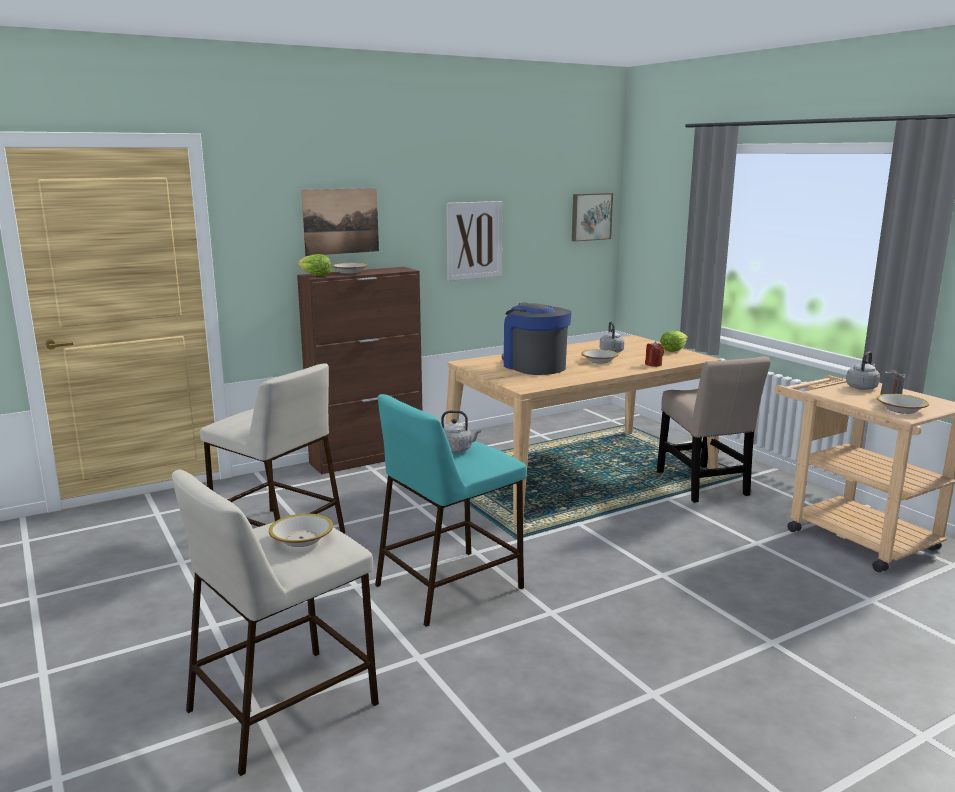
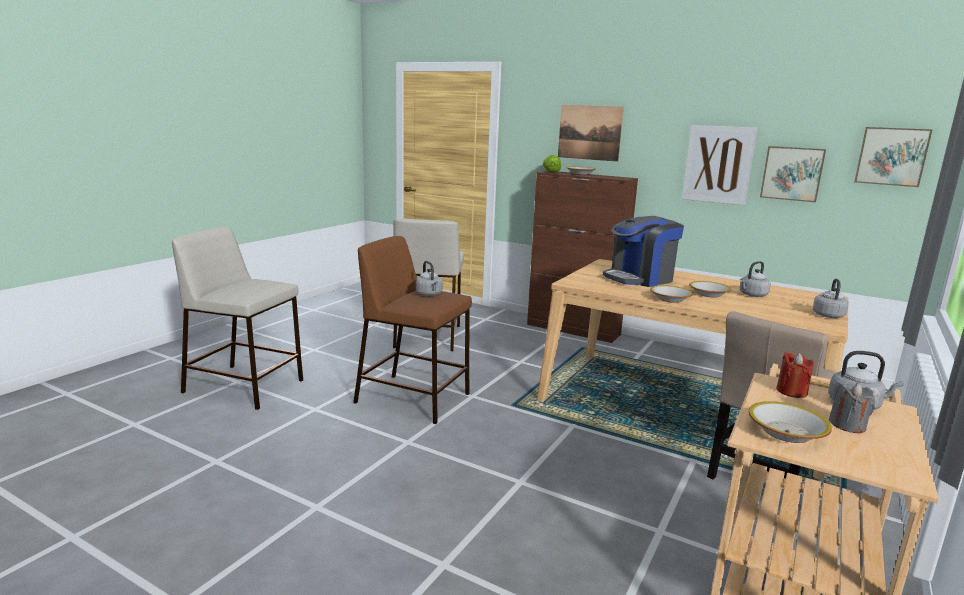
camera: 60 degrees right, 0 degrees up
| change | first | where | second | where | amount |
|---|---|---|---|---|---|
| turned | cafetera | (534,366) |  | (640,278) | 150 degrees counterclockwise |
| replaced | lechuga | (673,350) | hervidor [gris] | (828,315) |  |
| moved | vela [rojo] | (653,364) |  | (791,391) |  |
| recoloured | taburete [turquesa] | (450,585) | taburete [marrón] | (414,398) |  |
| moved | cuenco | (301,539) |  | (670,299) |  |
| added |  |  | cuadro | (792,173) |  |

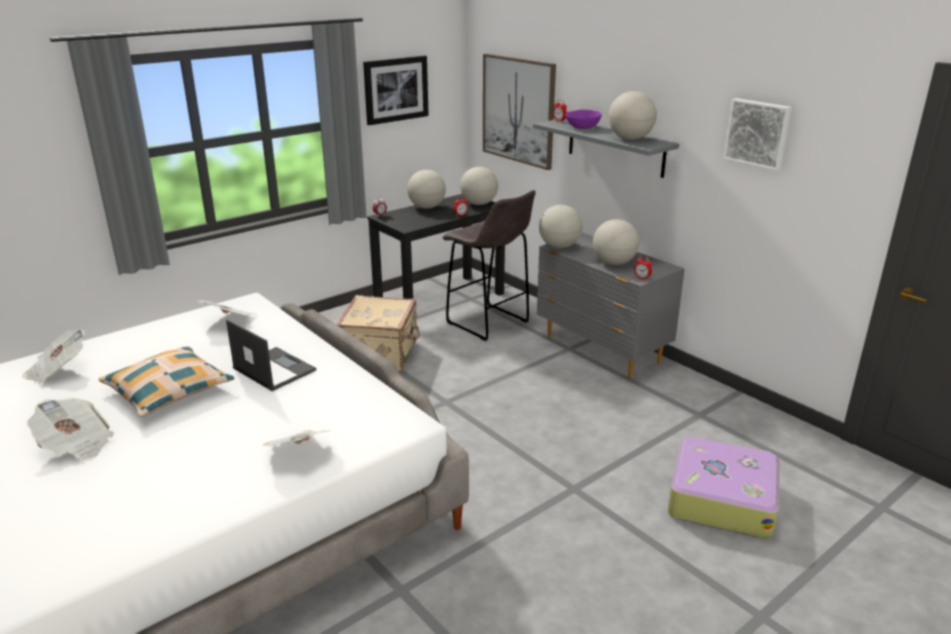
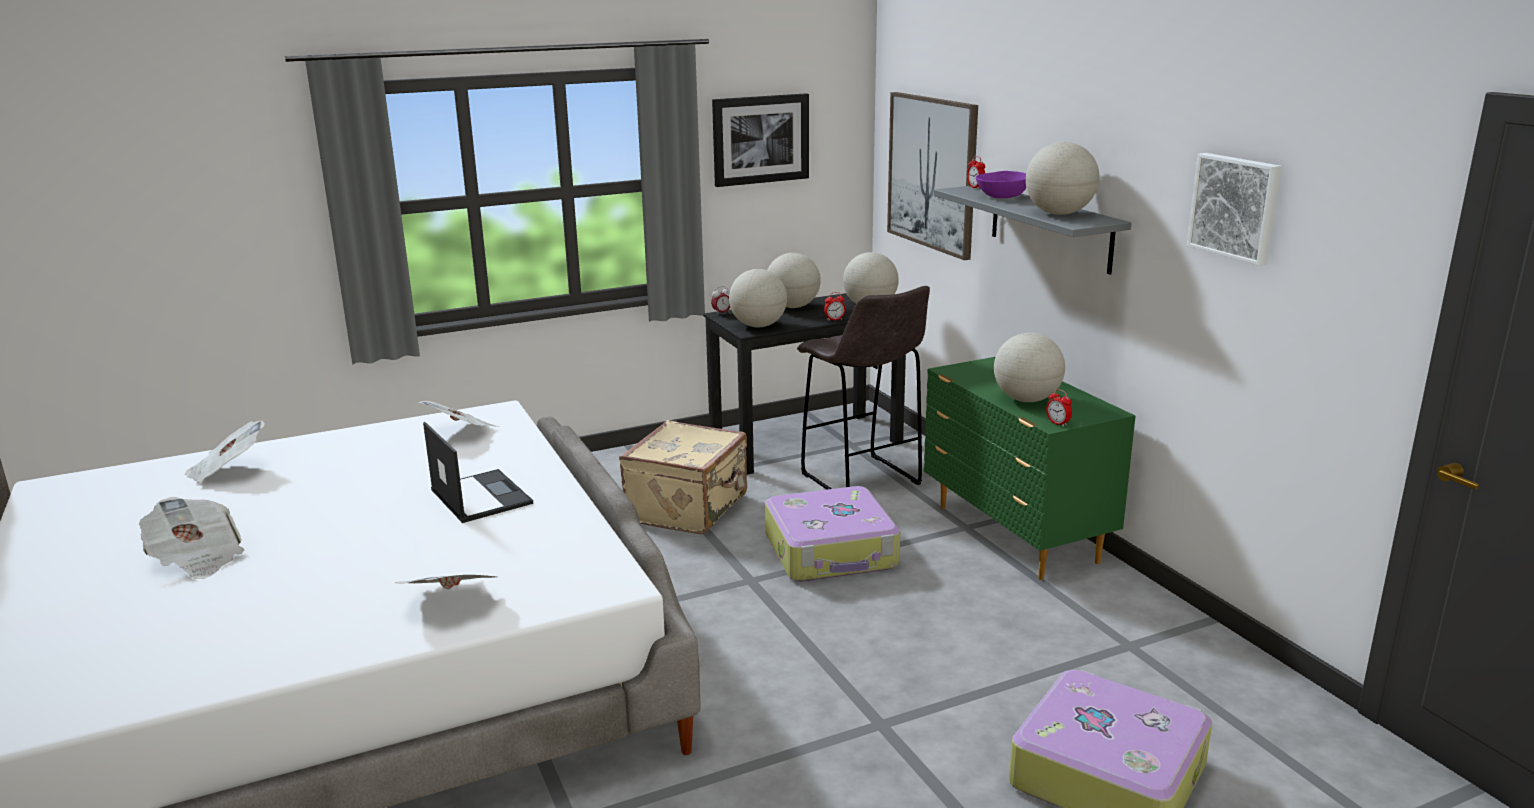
camera: 15 degrees right, 5 degrees down
| change | first | where | second | where | amount |
|---|---|---|---|---|---|
| moved | globo terráqueo | (559,246) |  | (758,326) |  |
| recoloured | cómoda [gris] | (602,351) | cómoda [verde] | (1015,535) |  |
| removed | cojín | (168,390) |  |  |  |
| added |  |  | maleta | (832,552) |  |

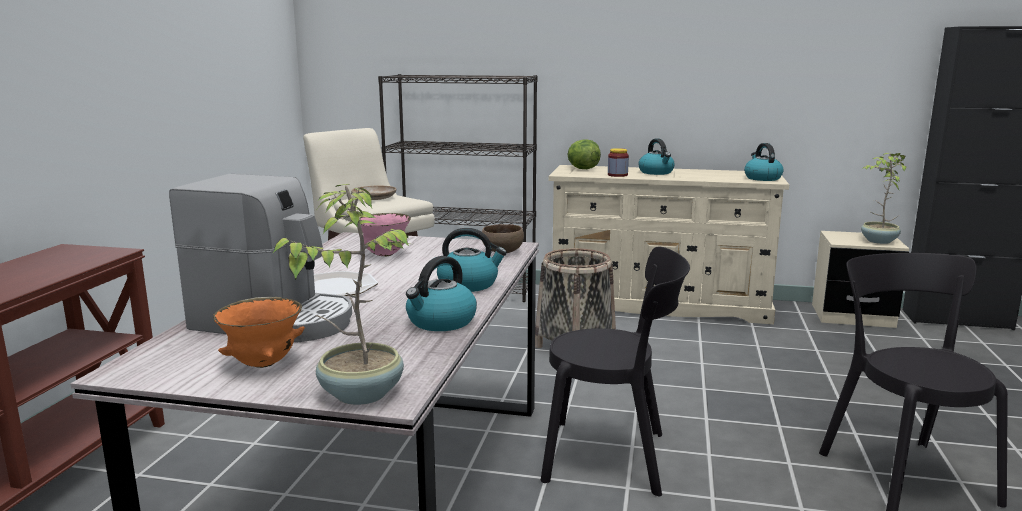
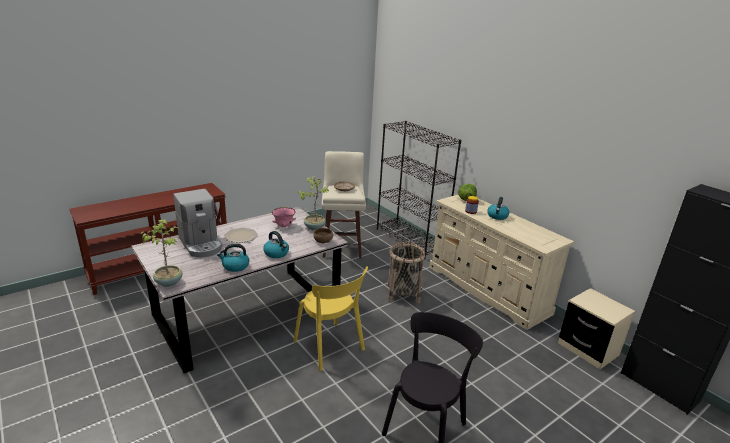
camera: 40 degrees right, 10 degrees up
| change | first | where | second | where | amount |
|---|---|---|---|---|---|
| removed | hervidor | (762,178) |  |  |  |
| moved | planta en maceta | (878,241) |  | (314,227) |  |
| recoloured | silla [negro] | (612,458) | silla [amarillo] | (330,347) |  |
| removed | cuenco [naranja] | (264,364) |  |  |  |

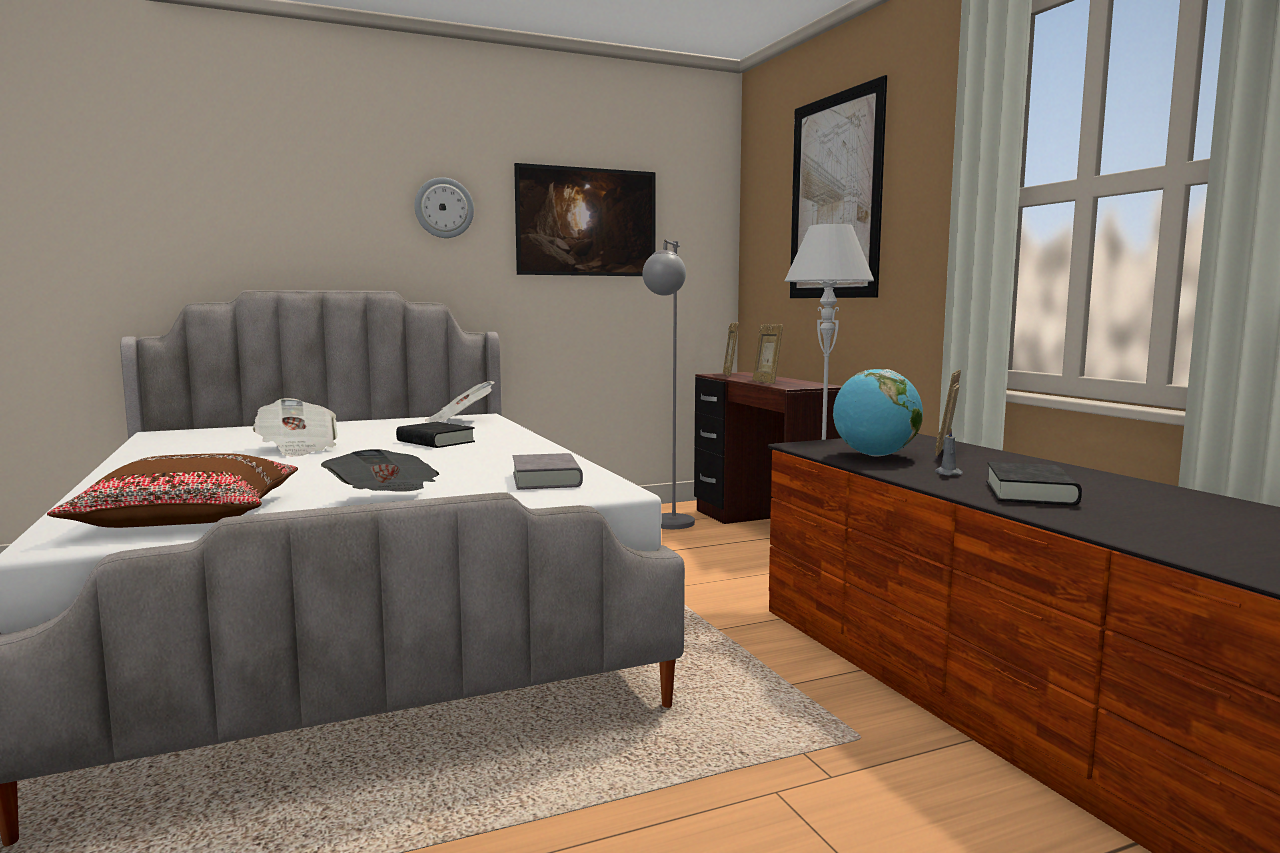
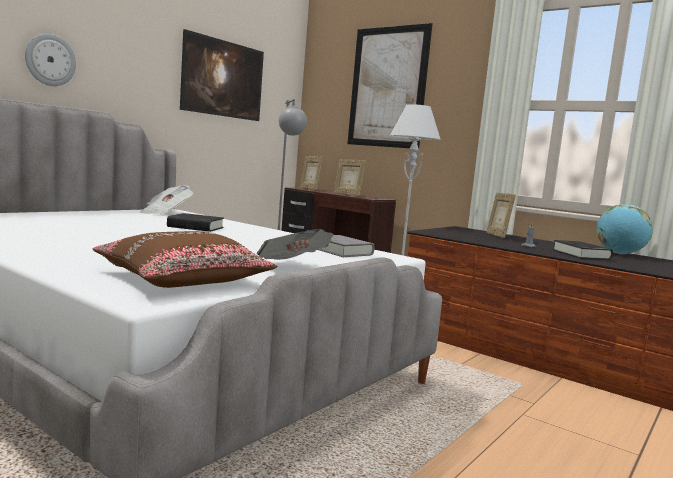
camera: 30 degrees left, 0 degrees up
| change | first | where | second | where | amount |
|---|---|---|---|---|---|
| moved | reloj de pared | (444,208) |  | (50,60) |  |
| moved | globo terráqueo | (875,455) |  | (620,253) |  |
| removed | periódico | (298,449) |  |  |  |

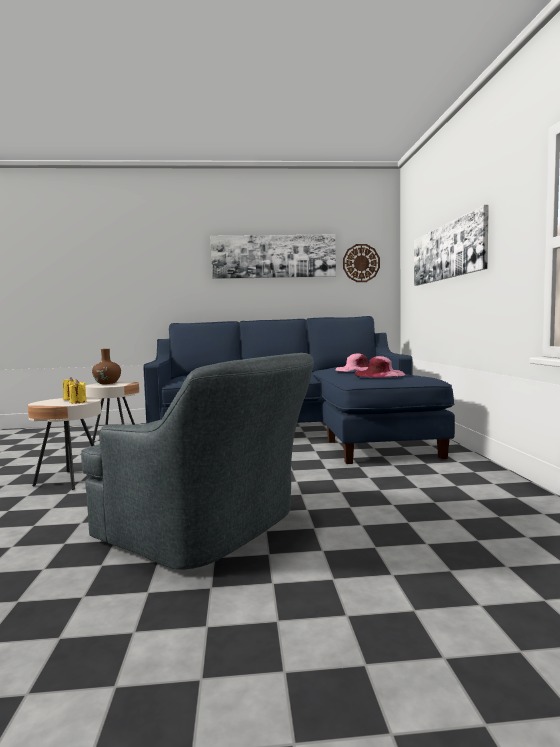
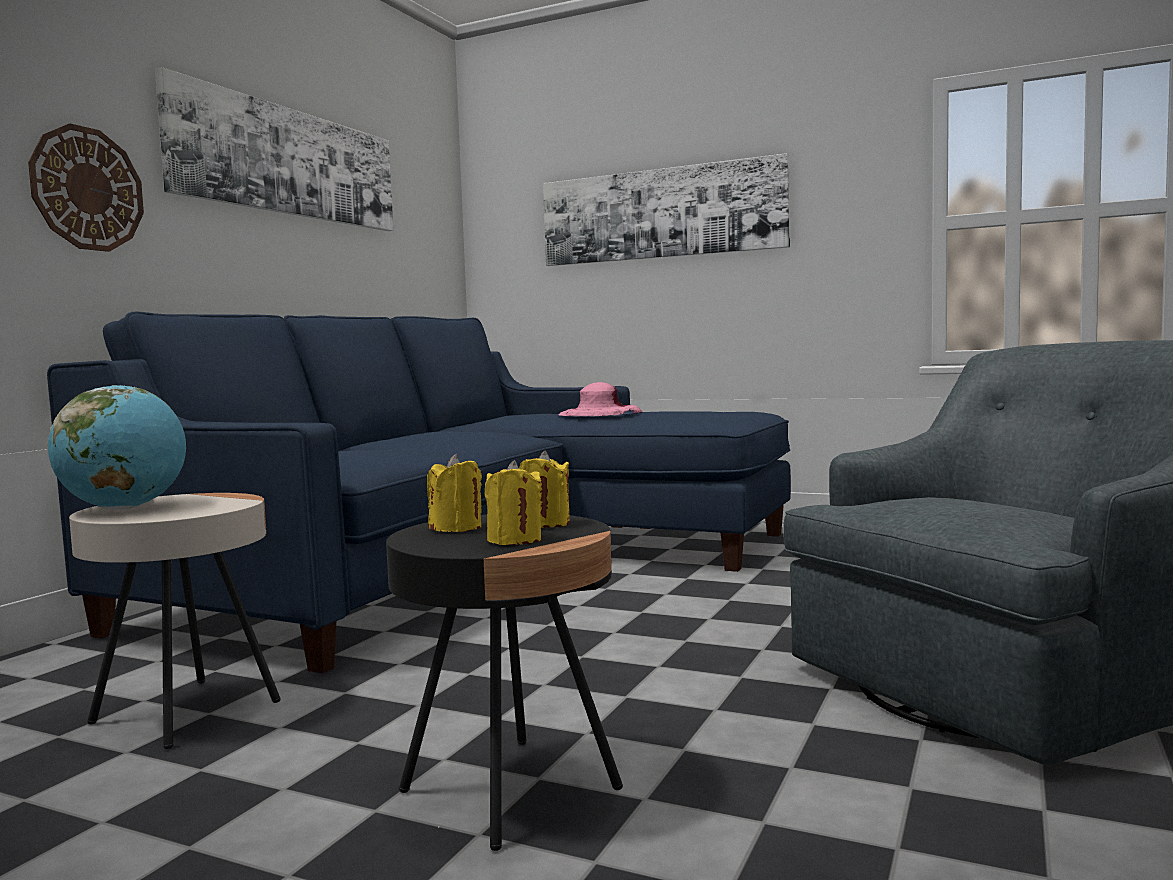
camera: 60 degrees left, 0 degrees up
| change | first | where | second | where | amount |
|---|---|---|---|---|---|
| moved | reloj de pared | (361,263) |  | (87,189) |  |
| replaced | florero [marrón] | (107,383) | globo terráqueo | (125,508) |  |
| removed | sombrero [rosa] | (379,374) |  |  |  |
| recoloured | mesa auxiliar [beis] | (70,480) | mesa auxiliar [negro] | (510,790) |  |
| added |  |  | vela [amarillo] | (514,540) |  |

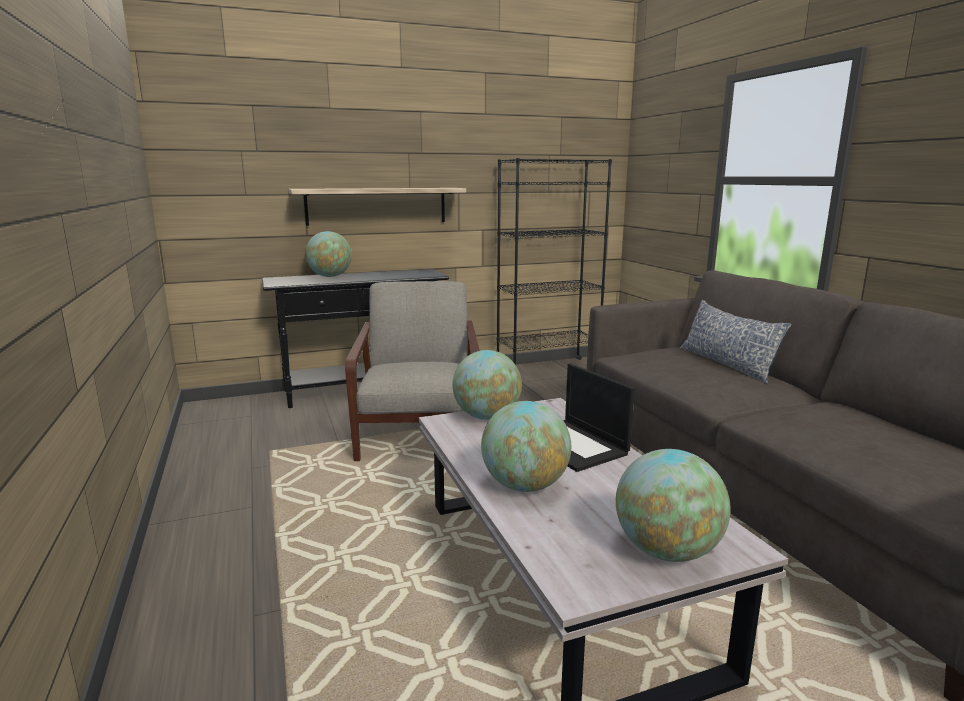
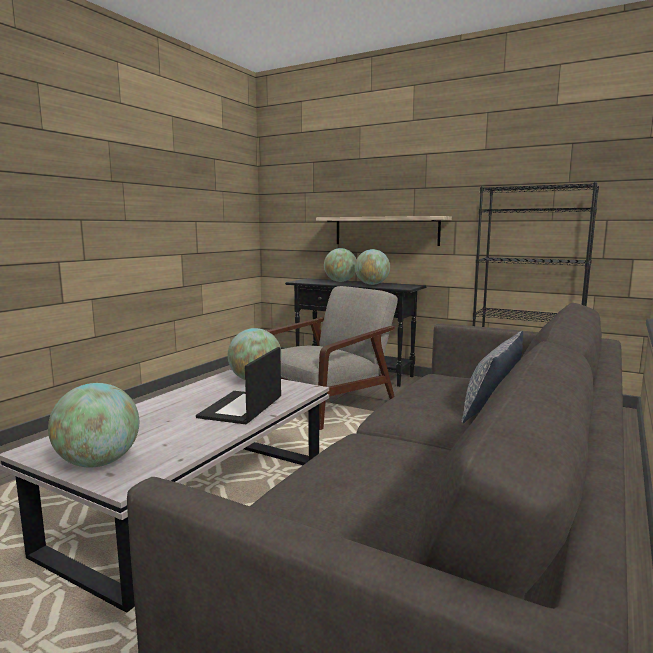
camera: 50 degrees right, 5 degrees down
| change | first | where | second | where | amount |
|---|---|---|---|---|---|
| moved | globo terráqueo | (525,486) |  | (372,284) |  |

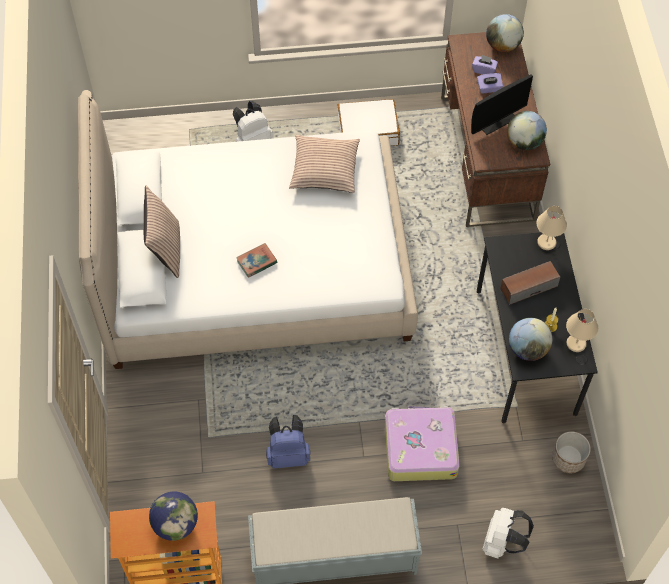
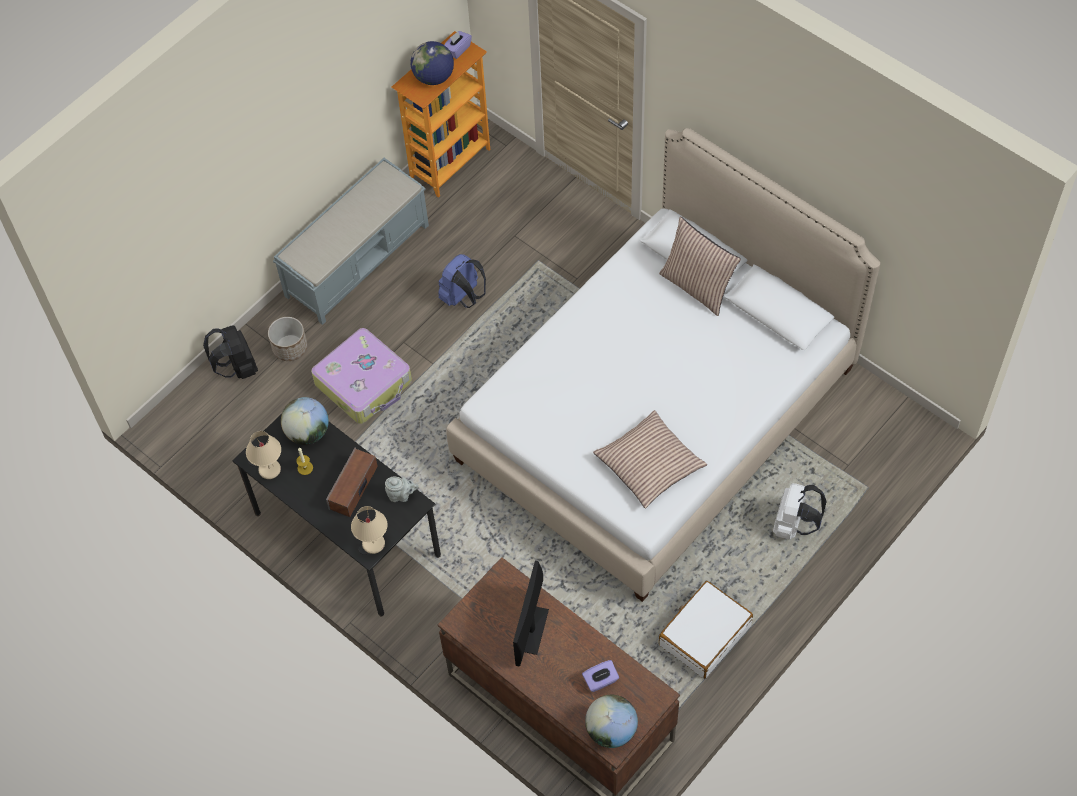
camera: 140 degrees right, 0 degrees up
| change | first | where | second | where | amount |
|---|---|---|---|---|---|
| moved | caja de pañuelos [morado] | (489,88) |  | (457,49) |  |
| removed | globo terráqueo | (524,142) |  |  |  |
| removed | libro | (257,262) |  |  |  |
| moved | maceta | (568,459) |  | (289,348) |  |
| recoloured | mochila [blanco] | (502,542) | mochila [negro] | (237,367) |  |
| added |  |  | tetera [gris] | (401,495) |  |

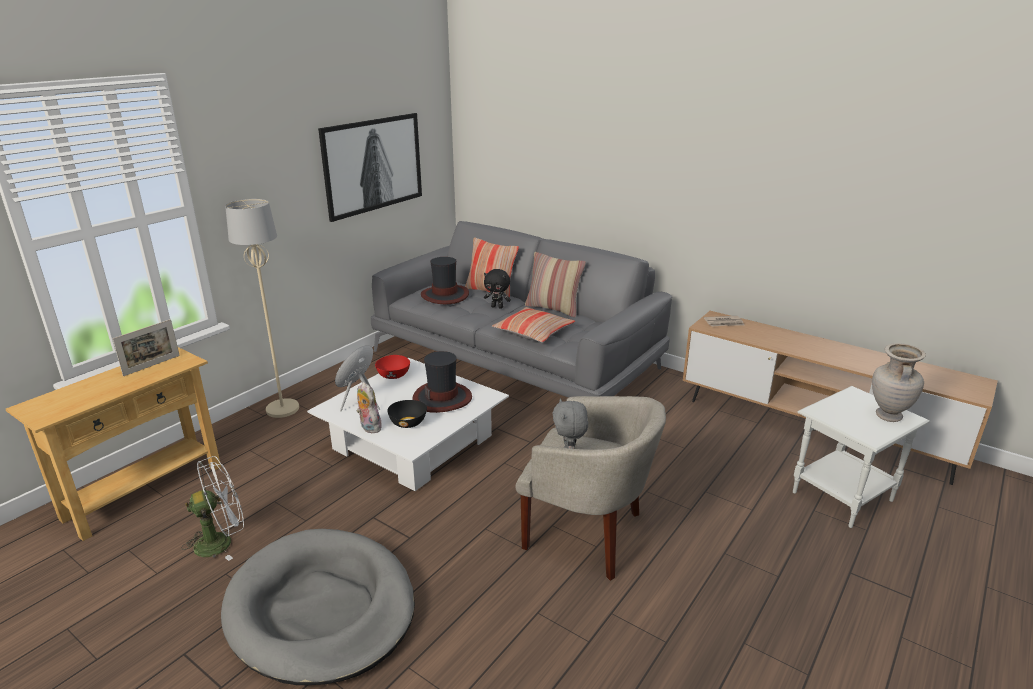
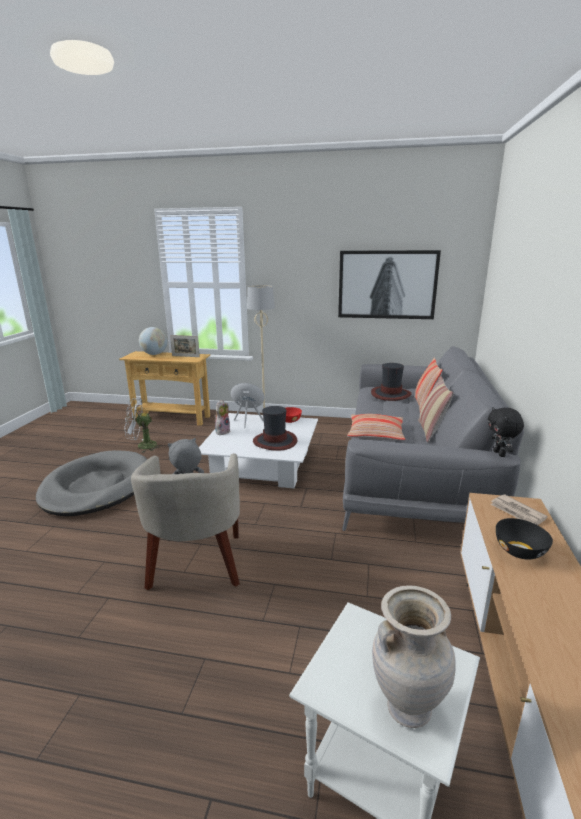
camera: 65 degrees right, 5 degrees down
| change | first | where | second | where | amount |
|---|---|---|---|---|---|
| moved | peluche [negro] | (497,307) |  | (500,454) |  |
| moved | cuenco [negro] | (408,423) |  | (520,551) |  |
| turned | ventilador [blanco] | (221,541) |  | (142,446) | 135 degrees clockwise |
| added |  |  | globo terráqueo | (154,354) |  |

